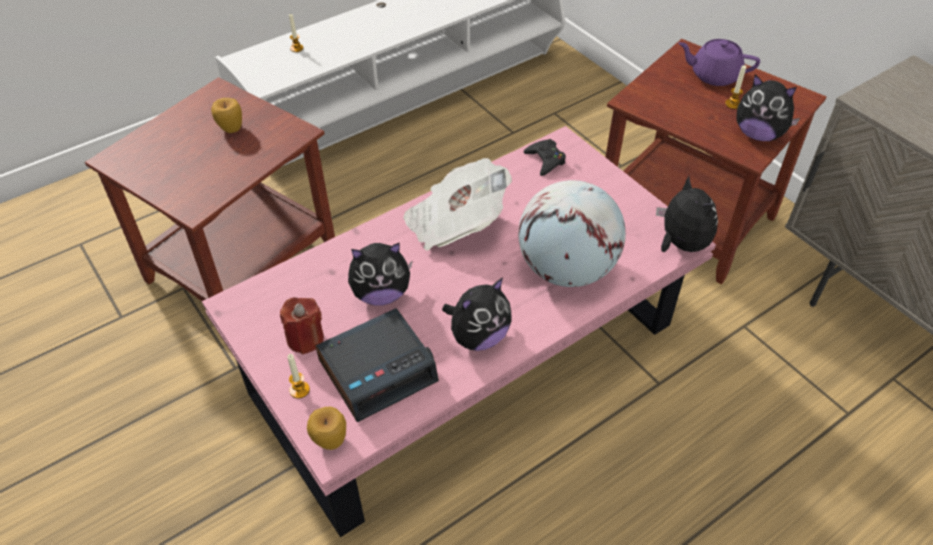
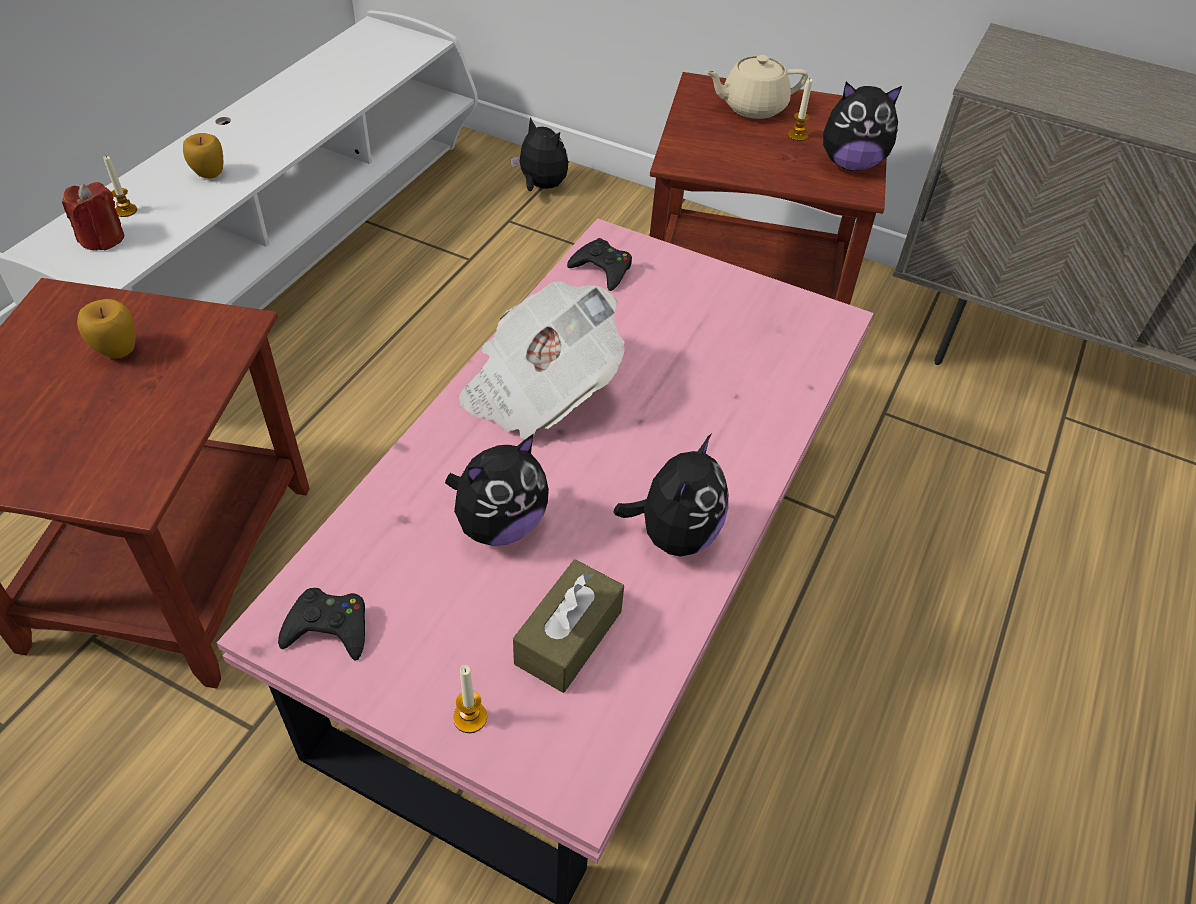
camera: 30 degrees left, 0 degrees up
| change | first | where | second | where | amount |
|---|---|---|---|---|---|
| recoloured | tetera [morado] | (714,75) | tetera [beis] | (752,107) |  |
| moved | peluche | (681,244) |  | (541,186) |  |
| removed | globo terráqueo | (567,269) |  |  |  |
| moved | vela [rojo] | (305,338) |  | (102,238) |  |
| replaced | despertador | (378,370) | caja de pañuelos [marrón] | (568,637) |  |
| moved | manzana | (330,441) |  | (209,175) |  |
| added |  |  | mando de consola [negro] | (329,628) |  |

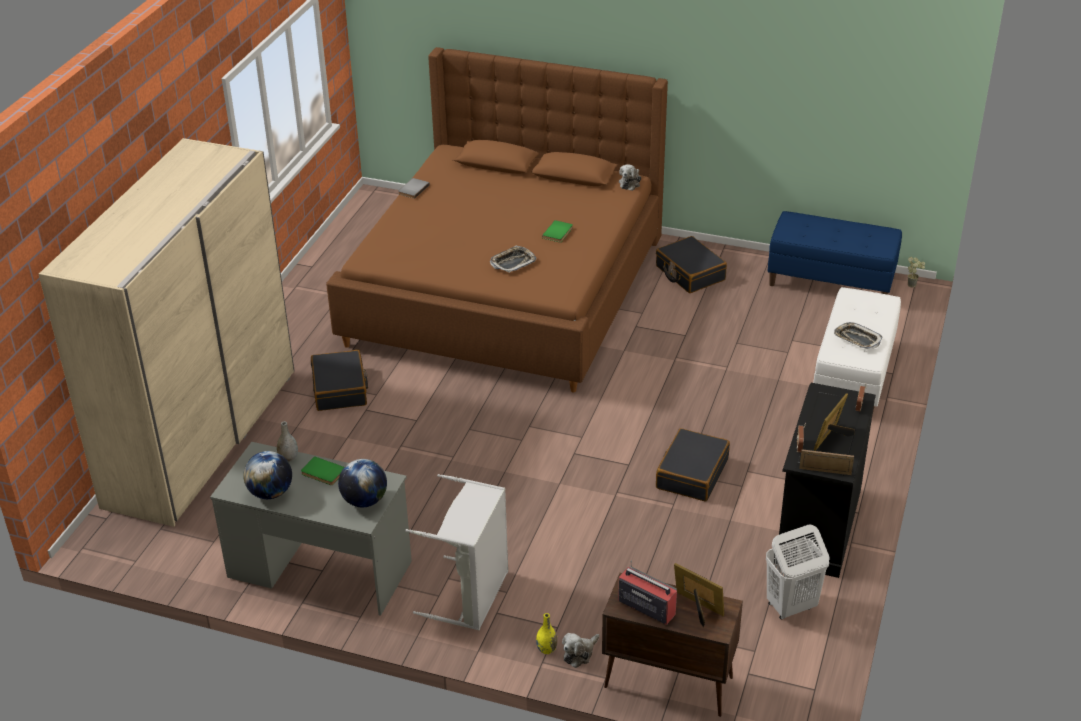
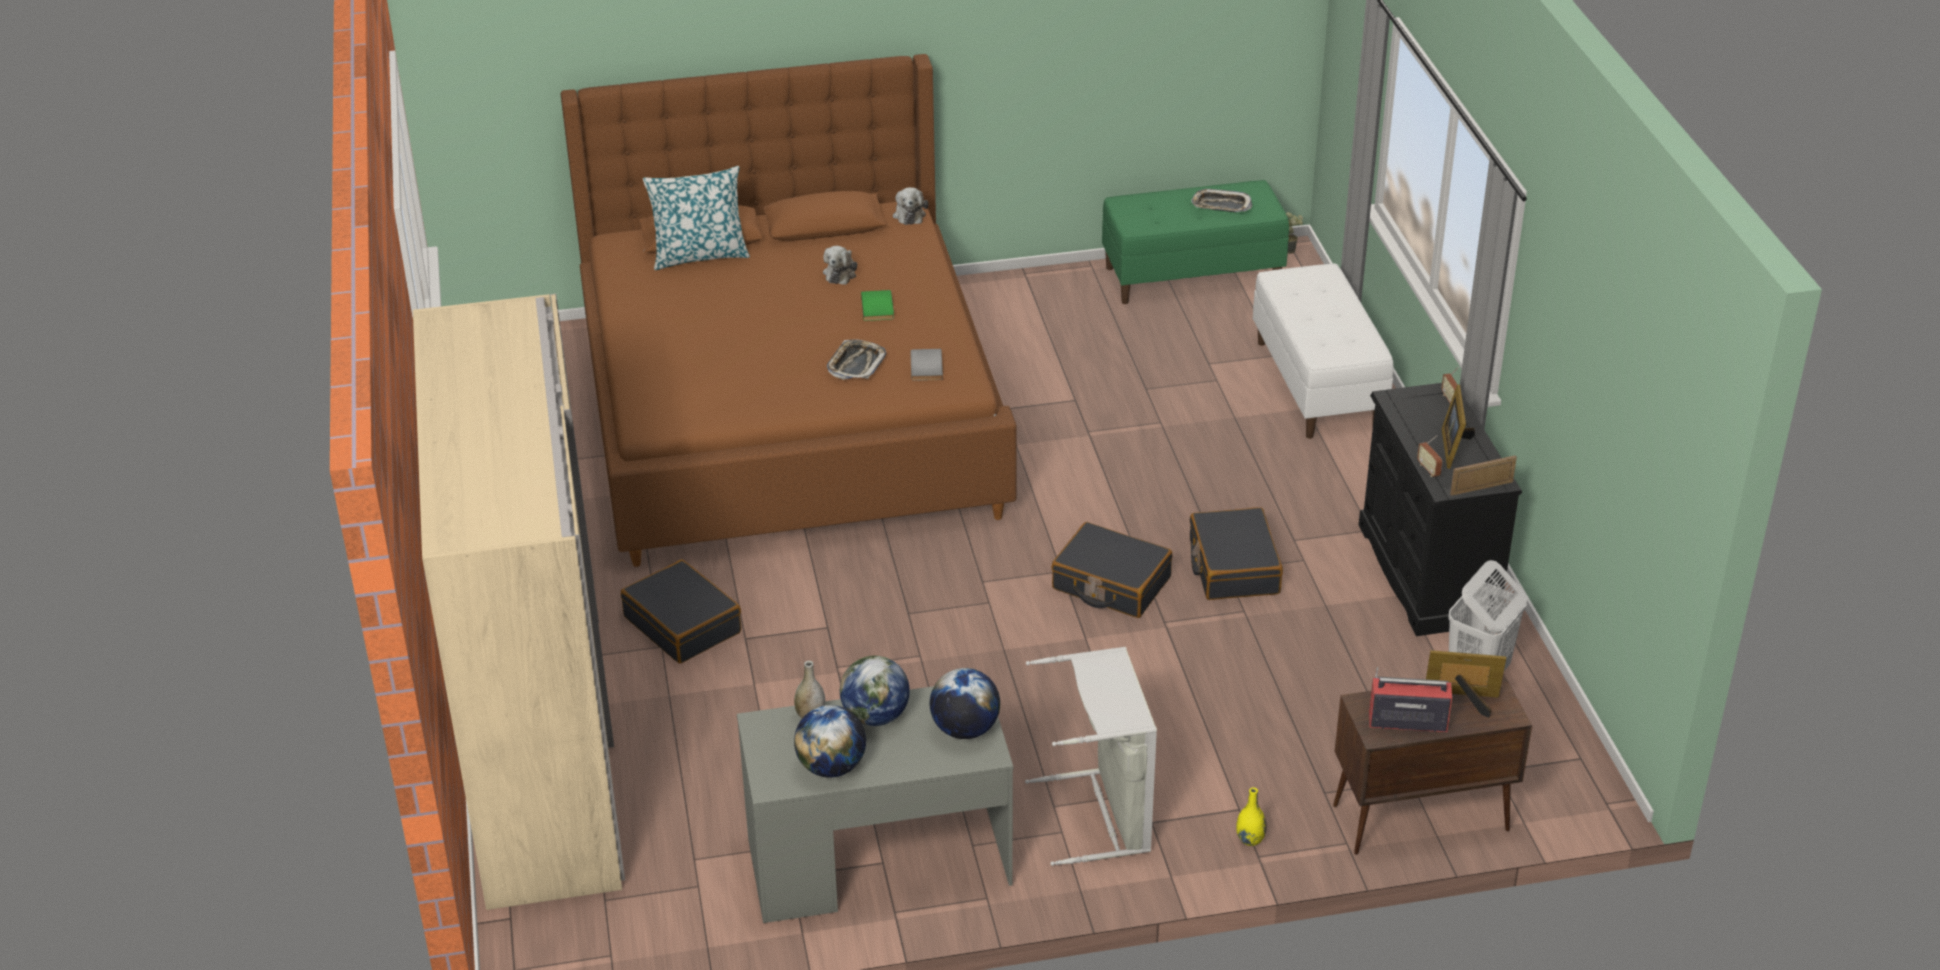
camera: 30 degrees left, 0 degrees up
| change | first | where | second | where | amount |
|---|---|---|---|---|---|
| moved | libro [gris] | (412,189) |  | (924,367) |  |
| recoloured | banco [azul] | (831,281) | banco [verde] | (1192,275) |  |
| moved | maleta [negro] | (689,273) |  | (1111,584) |  |
| moved | bandeja | (857,339) |  | (1221,205) |  |
| replaced | libro [verde] | (322,473) | globo terráqueo | (875,717) |  |
| moved | peluche | (579,653) |  | (841,273) |  |
| added |  |  | cojín | (699,255) |  |

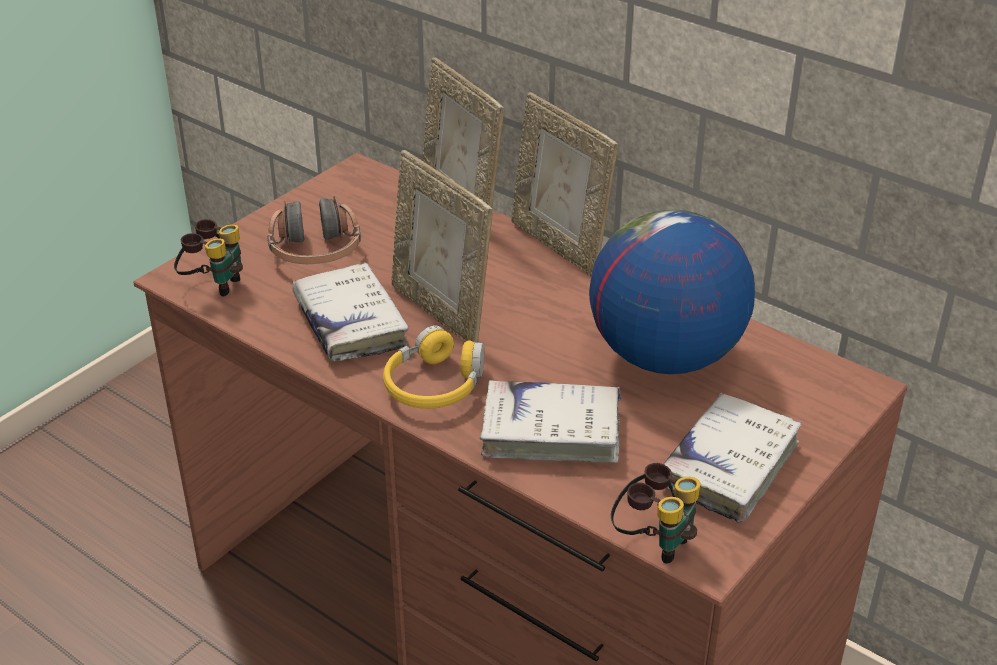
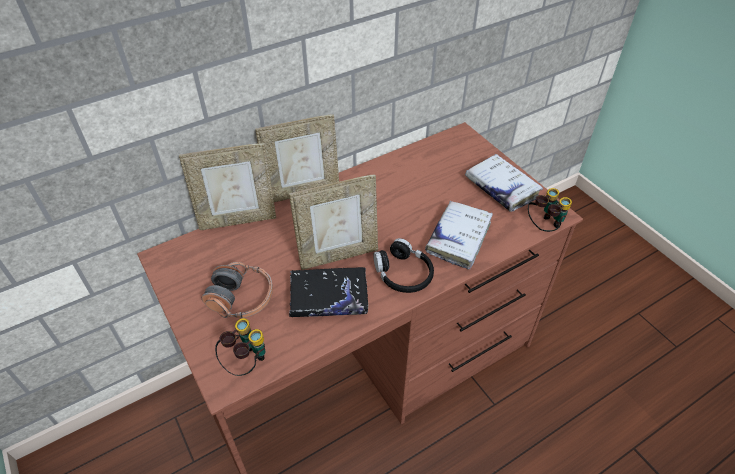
camera: 70 degrees left, 10 degrees up
| change | first | where | second | where | amount |
|---|---|---|---|---|---|
| removed | globo terráqueo | (664,356) |  |  |  |
| recoloured | libro [blanco] | (350,323) | libro [negro] | (328,298) |  |
| recoloured | auriculares [amarillo] | (434,385) | auriculares [negro] | (403,274) |  |

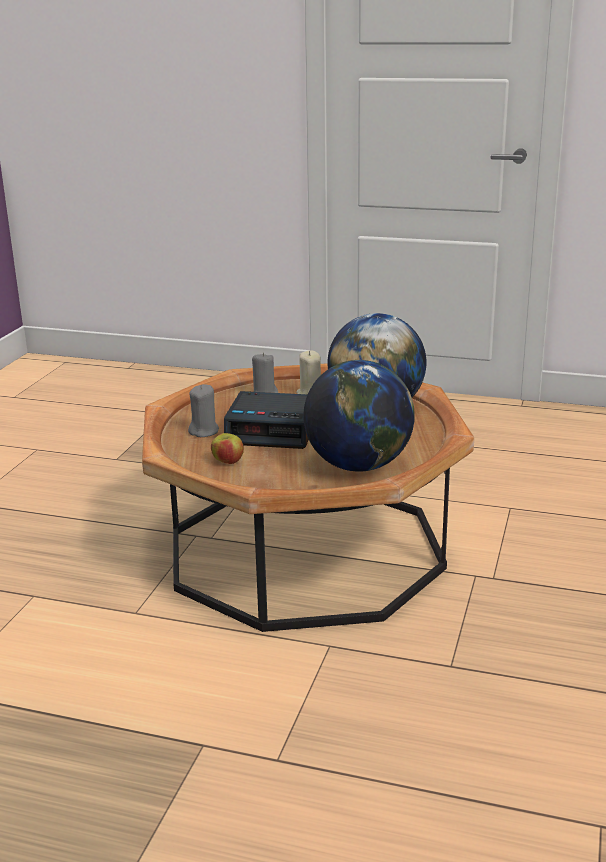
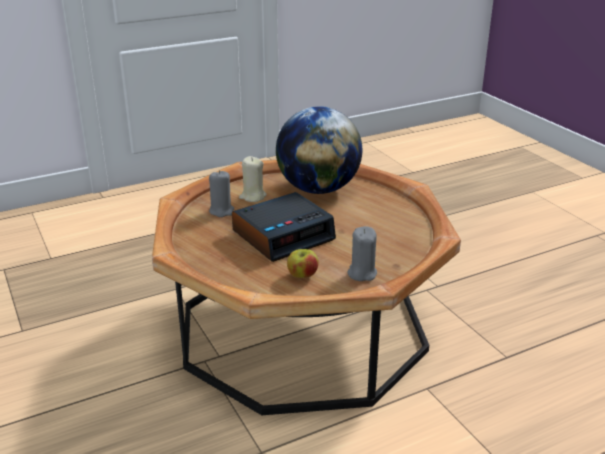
camera: 45 degrees left, 5 degrees up
| change | first | where | second | where | amount |
|---|---|---|---|---|---|
| removed | globo terráqueo | (359,466) |  |  |  |
| moved | vela [gris] | (204,431) |  | (362,273) |  |

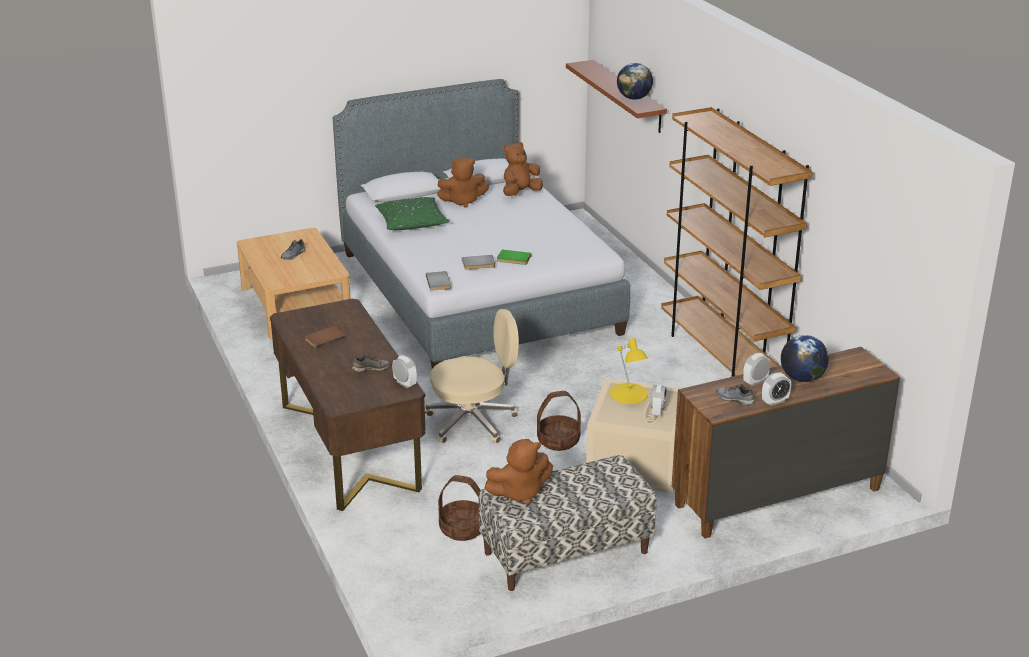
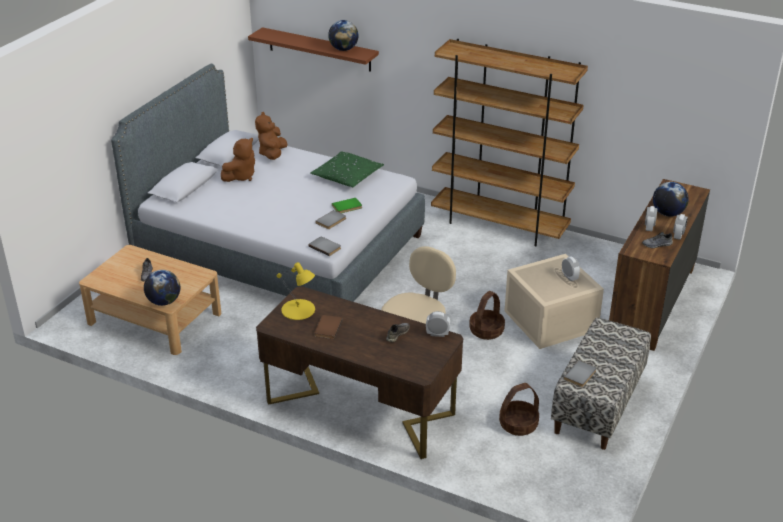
camera: 40 degrees left, 5 degrees up
| change | first | where | second | where | amount |
|---|---|---|---|---|---|
| moved | cojín [verde] | (411,222) |  | (347,176) |  |
| moved | lámpara de mesa [amarillo] | (628,394) |  | (298,310) |  |
| replaced | peluche [marrón] | (519,493) | libro [gris] | (581,375) |  |
| added |  |  | globo terráqueo | (164,302) |  |

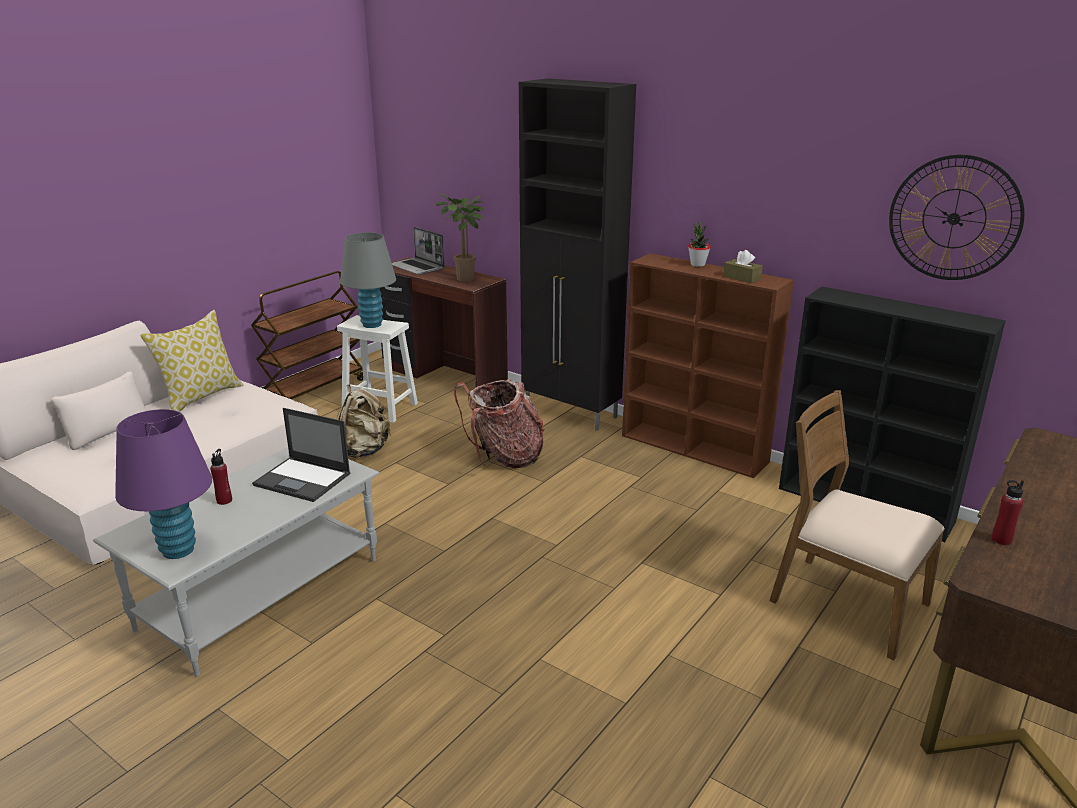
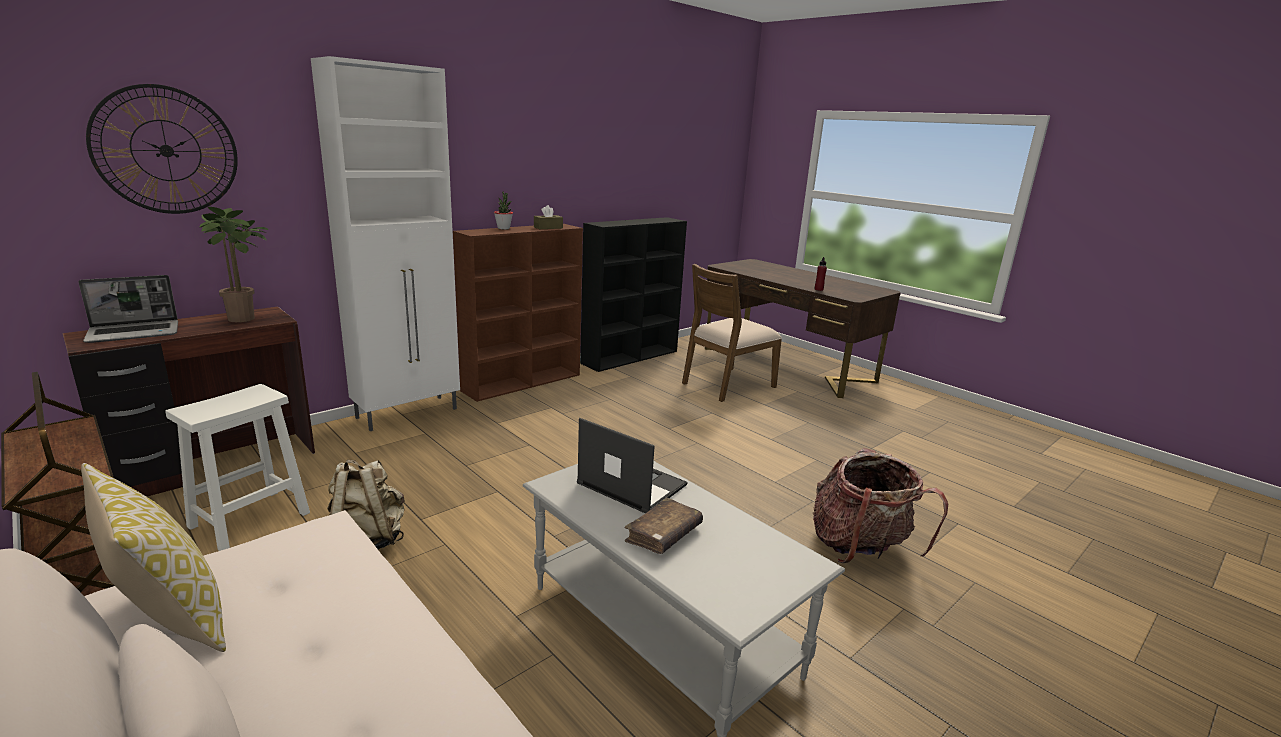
camera: 80 degrees left, 5 degrees down
| change | first | where | second | where | amount |
|---|---|---|---|---|---|
| recoloured | armario [negro] | (571,413) | armario [blanco] | (409,413) |  |
| moved | reloj de pared | (954,218) |  | (166,150) |  |
| removed | lámpara de mesa [gris] | (372,324) |  |  |  |
| moved | mochila | (504,457) |  | (860,548) |  |
| turned | portátil | (303,479) |  | (630,484) | 90 degrees counterclockwise |
| removed | lámpara de mesa [morado] | (178,550) |  |  |  |
| replaced | botella [rojo] | (224,500) | libro [marrón] | (663,535) |  |

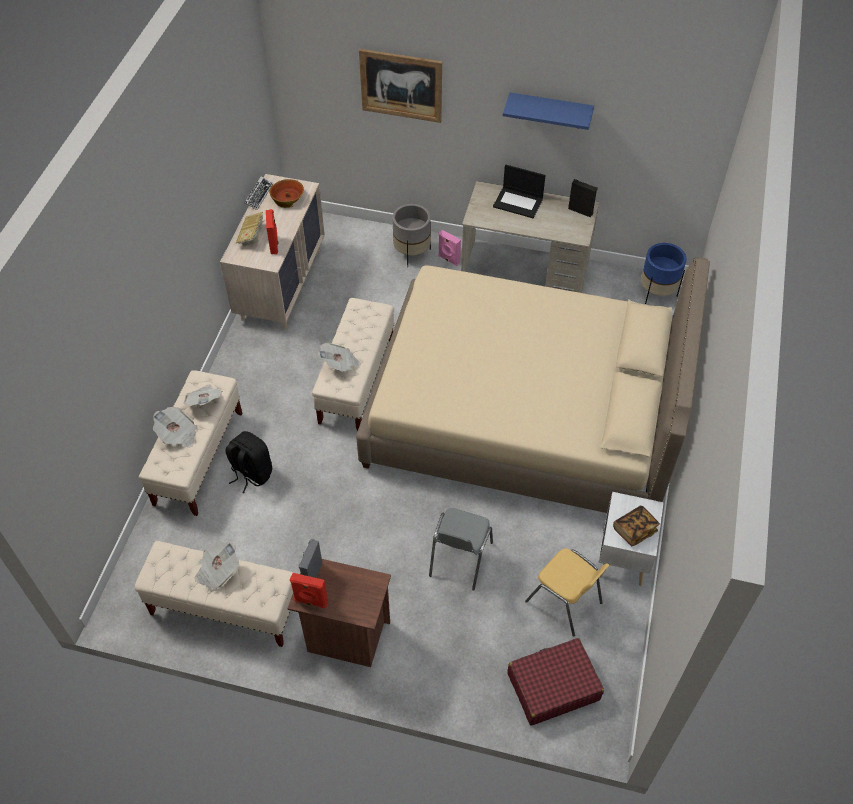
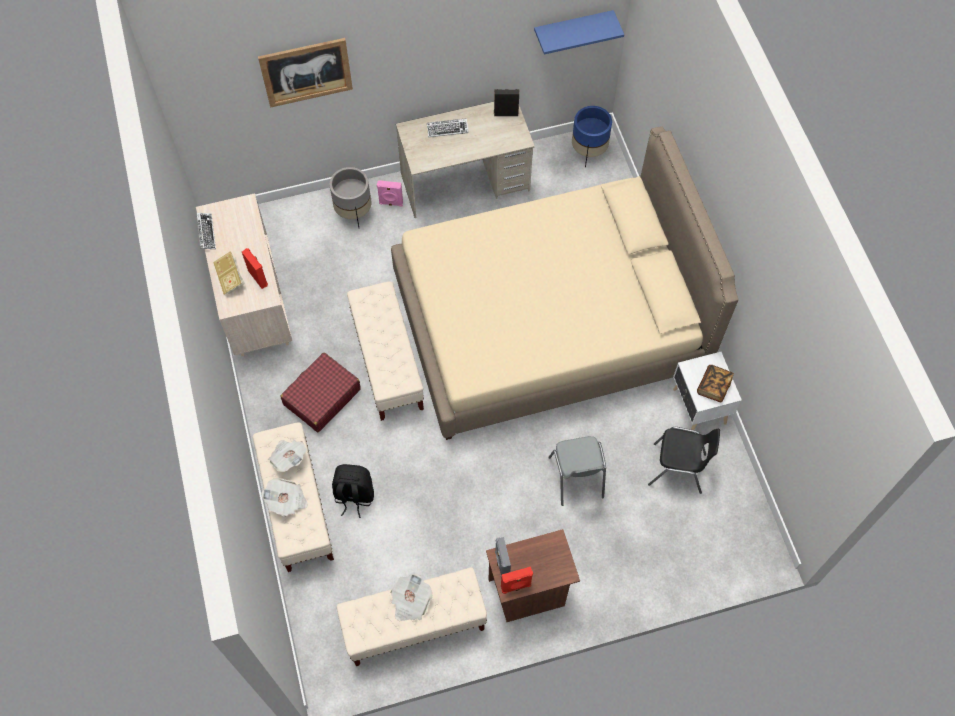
camera: 30 degrees left, 10 degrees up
| change | first | where | second | where | amount |
|---|---|---|---|---|---|
| moved | estante [azul] | (550,111) |  | (573,28) |  |
| replaced | portátil | (518,202) | teclado | (447,129) |  |
| removed | cuenco | (287,198) |  |  |  |
| removed | periódico | (340,364) |  |  |  |
| recoloured | silla [amarillo] | (564,602) | silla [negro] | (678,469) |  |
| moved | maleta [rojo] | (552,686) |  | (321,397) |  |

